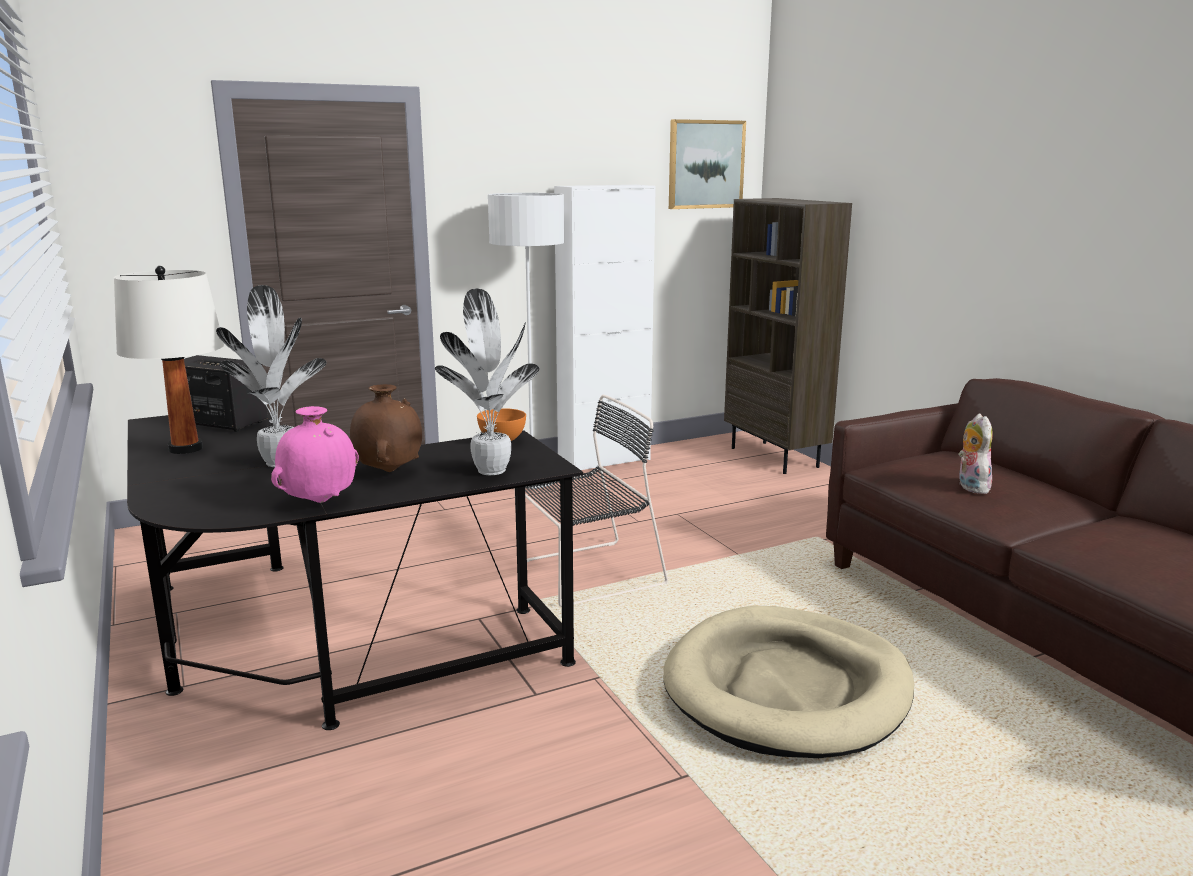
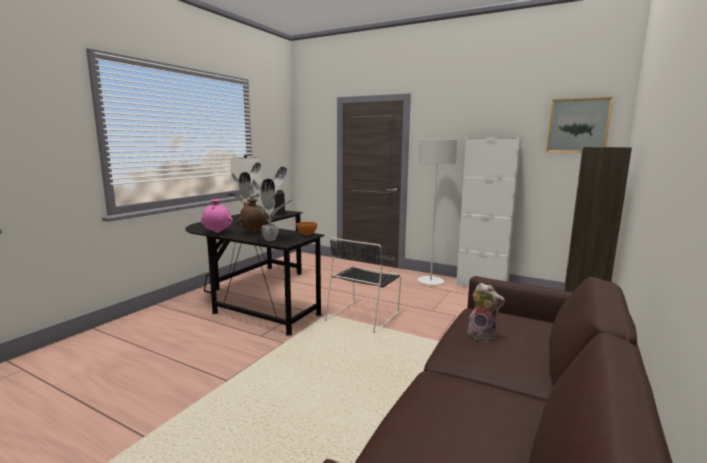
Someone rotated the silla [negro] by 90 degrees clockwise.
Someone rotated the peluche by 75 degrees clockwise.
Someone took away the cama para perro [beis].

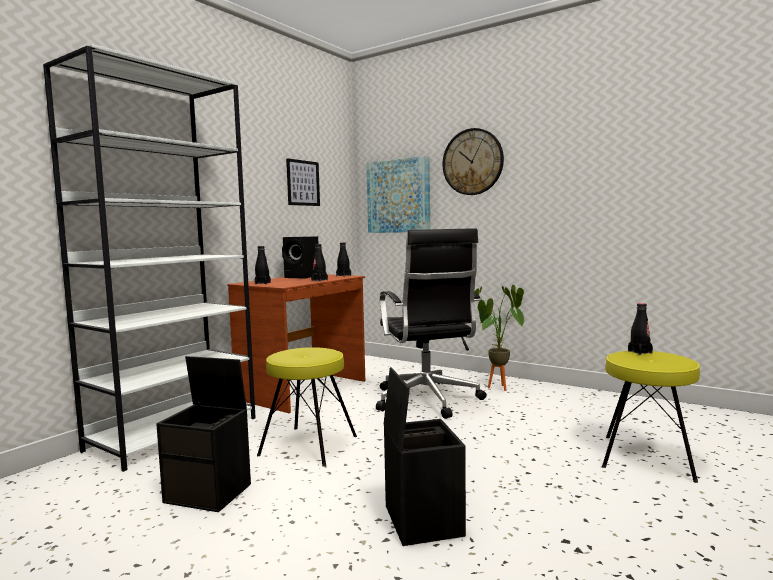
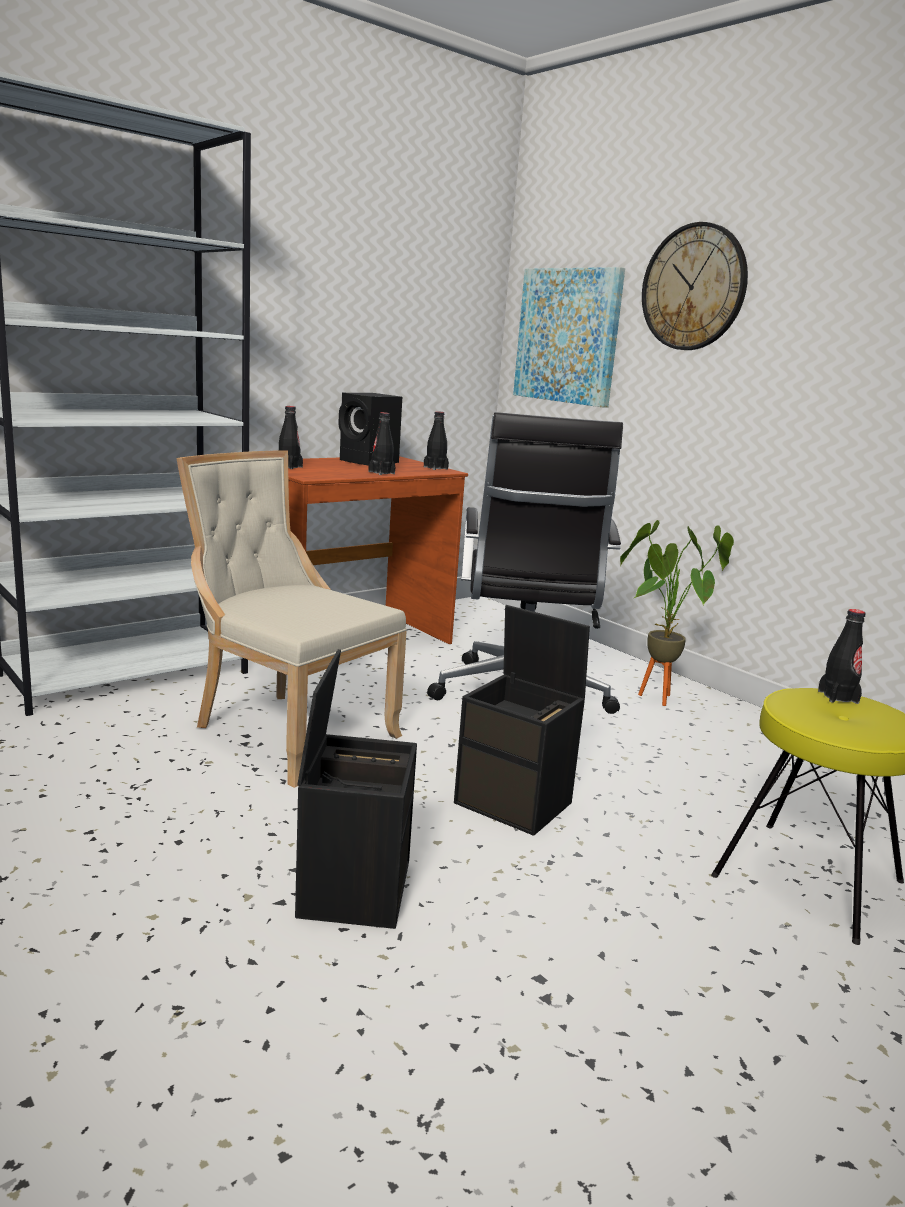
Someone took away the cuadro (1st from left).
Someone swapped the taburete [amarillo] (1st from left) for the silla [beis].
Someone carried the caja de almacenaje [negro] (1st from left in the first image).

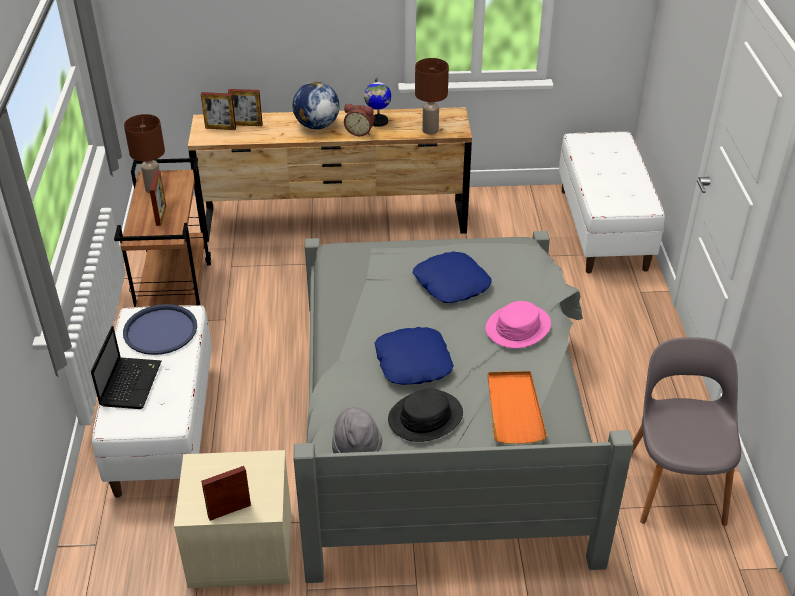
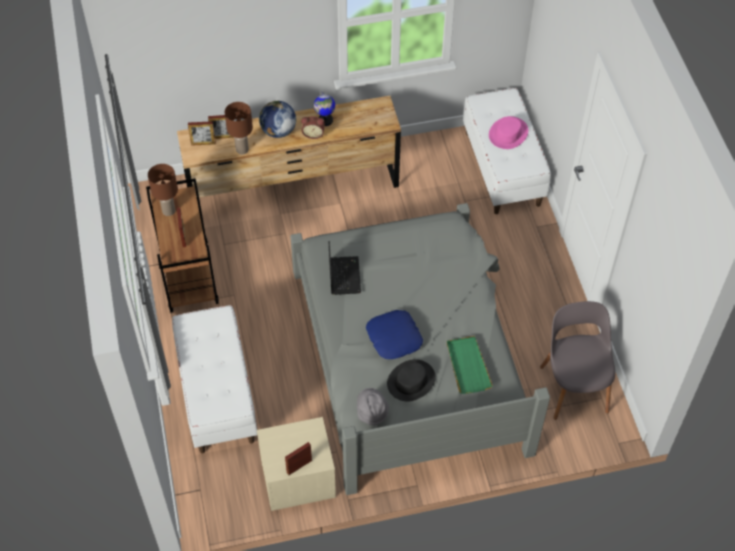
Someone carried the lámpara de mesa [marrón] (2nd from left).
Someone took away the cojín [azul] (2nd from left).
Someone carried the sombrero [rosa].
Someone took away the bandeja [azul].
Someone carried the portátil.
Someone repainted the bandeja [naranja], which became the bandeja [verde].

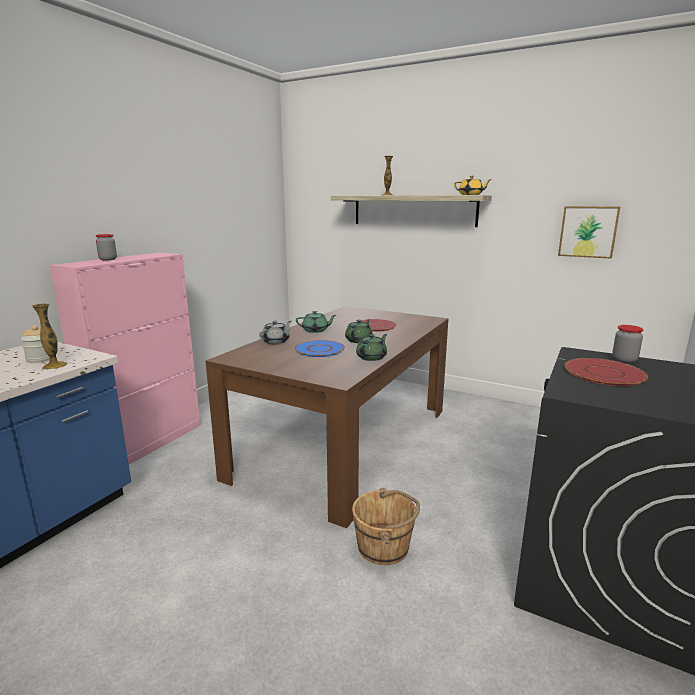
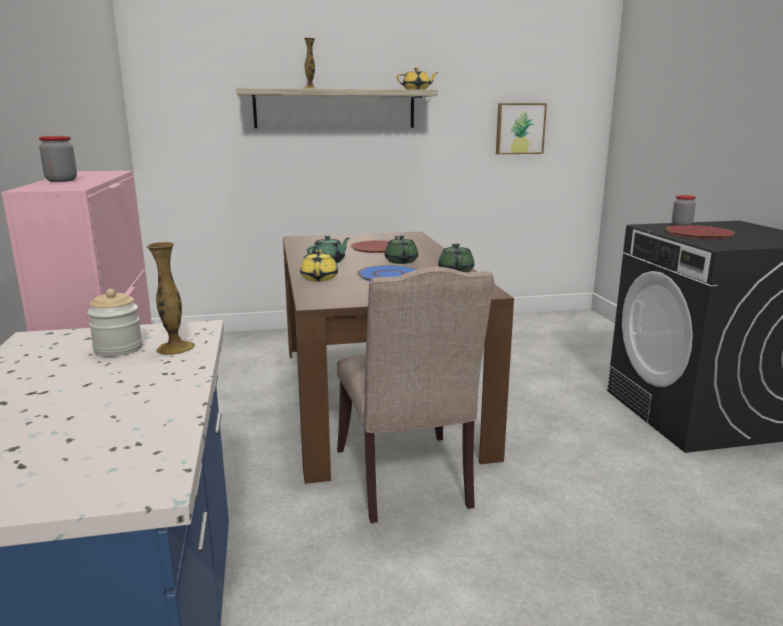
Someone repainted the tetera [gris], which became the tetera [amarillo] (1st from left).
Someone took away the cubo [marrón].
Someone put down the silla [beis].

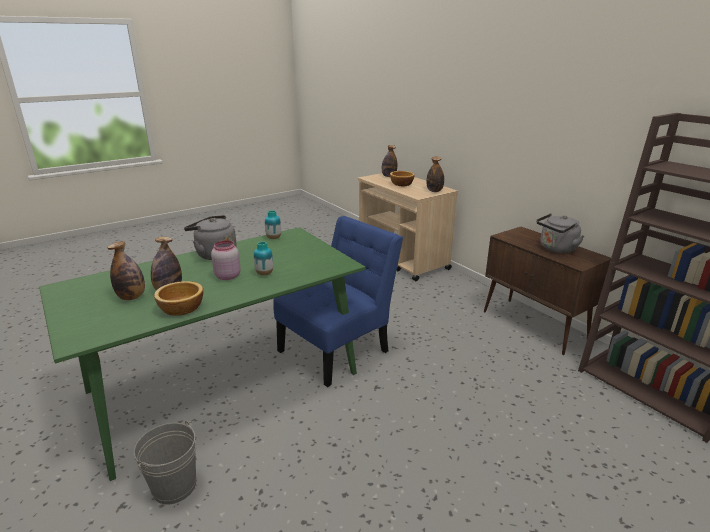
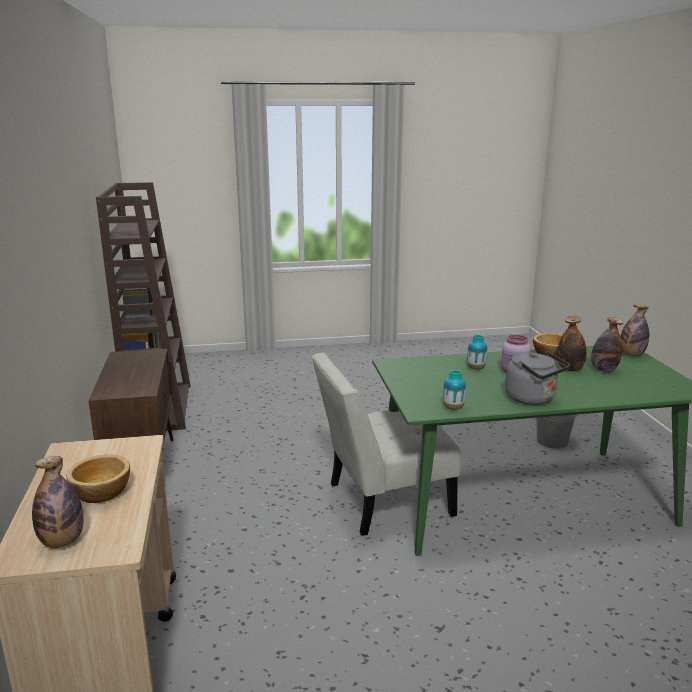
Someone carried the botella (4th from left).
Someone took away the hervidor [gris] (2nd from left).
Someone repainted the silla [azul], which became the silla [blanco].

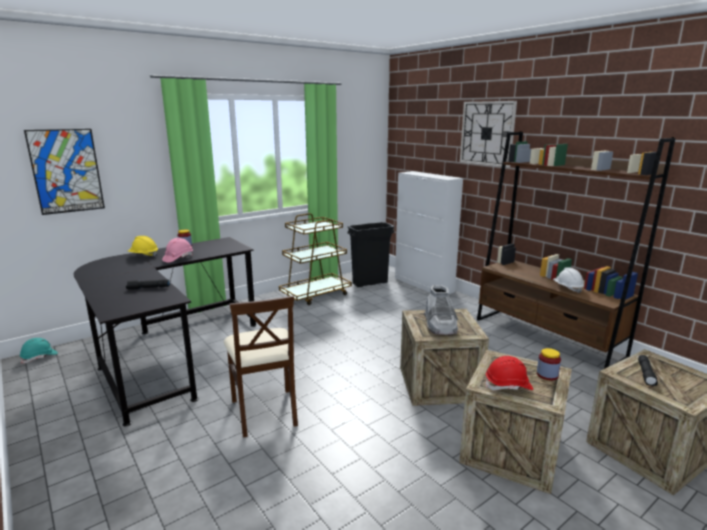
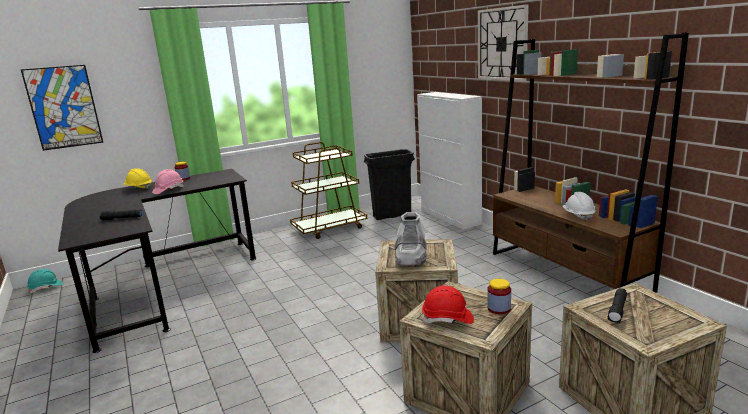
Someone took away the silla [beis].

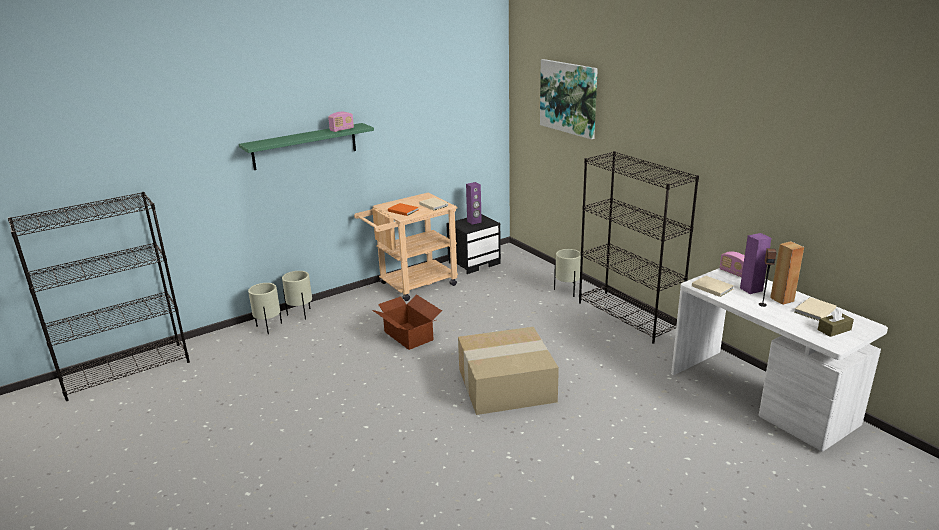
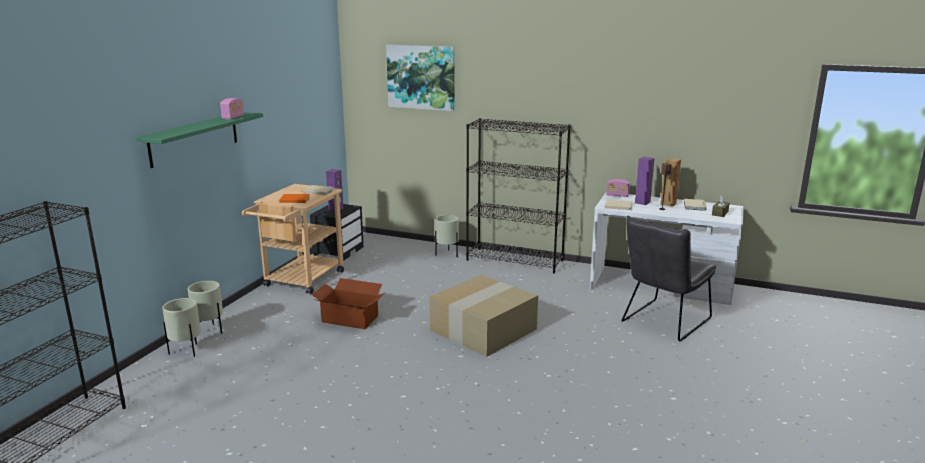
Someone put down the silla [gris].

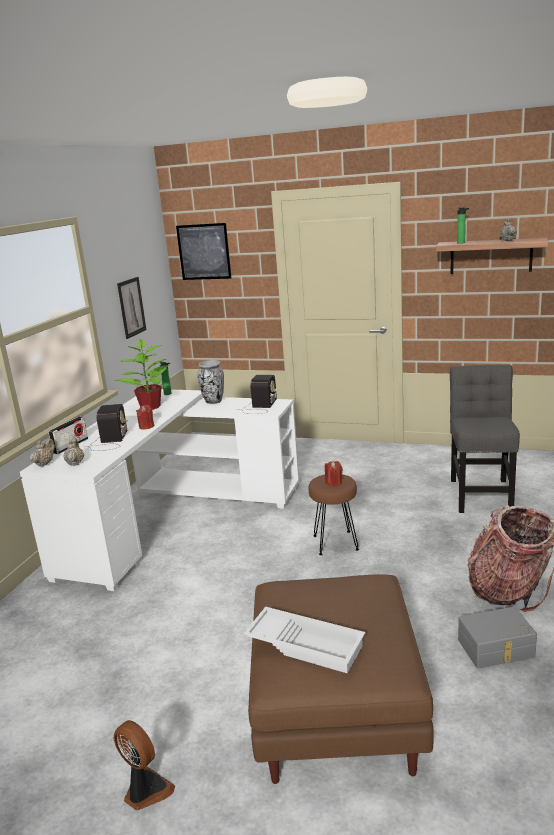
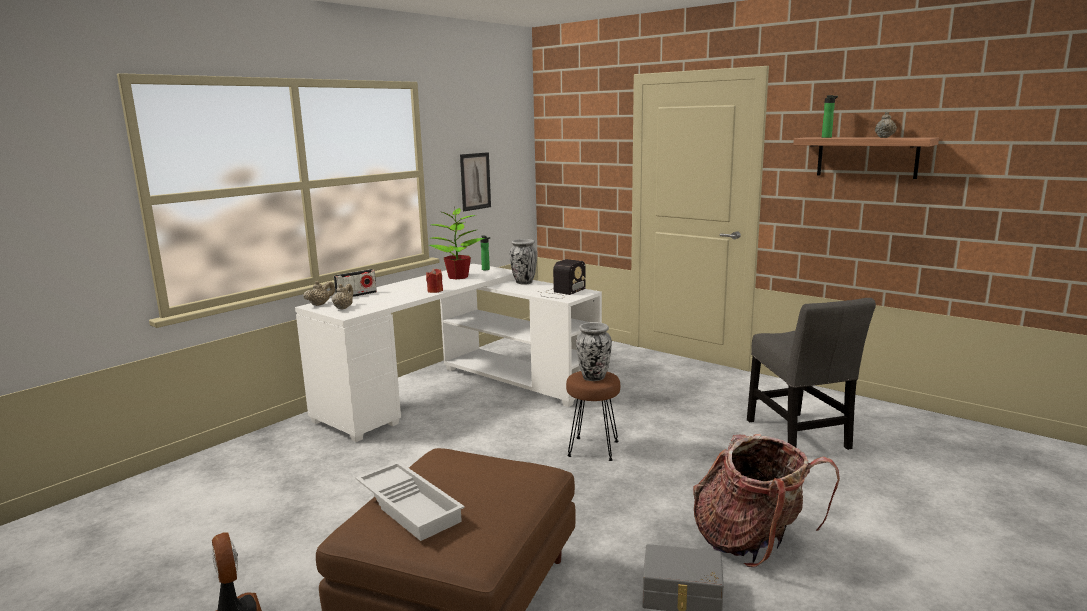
Someone took away the cuadro (2nd from left).
Someone rotated the silla [gris] by 135 degrees clockwise.
Someone took away the radio (2nd from left).
Someone swapped the vela [rojo] (2nd from left) for the florero (2nd from left).

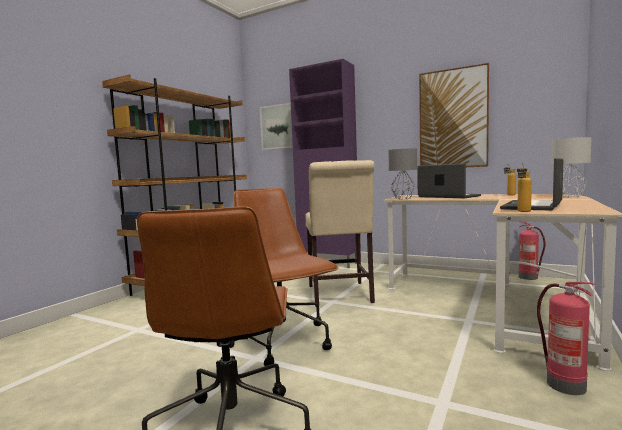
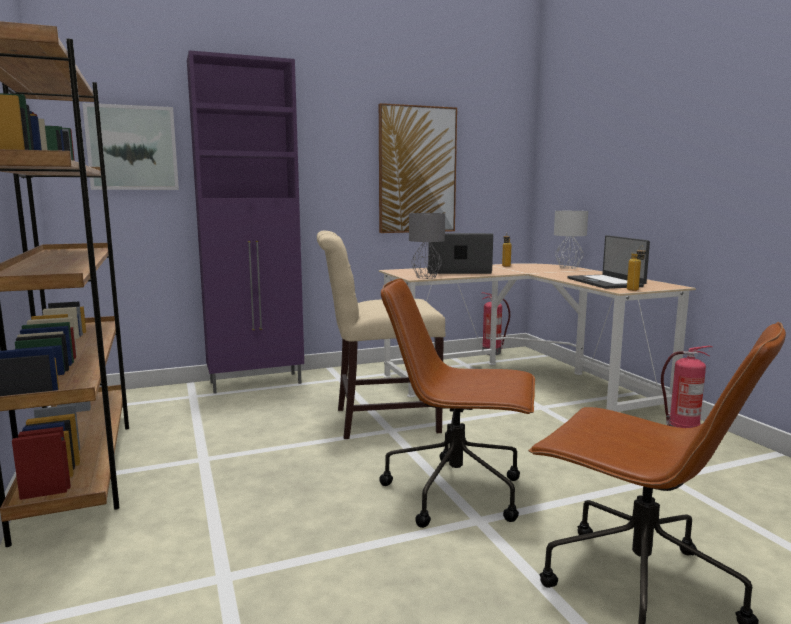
Someone rotated the silla [beis] by 135 degrees clockwise.

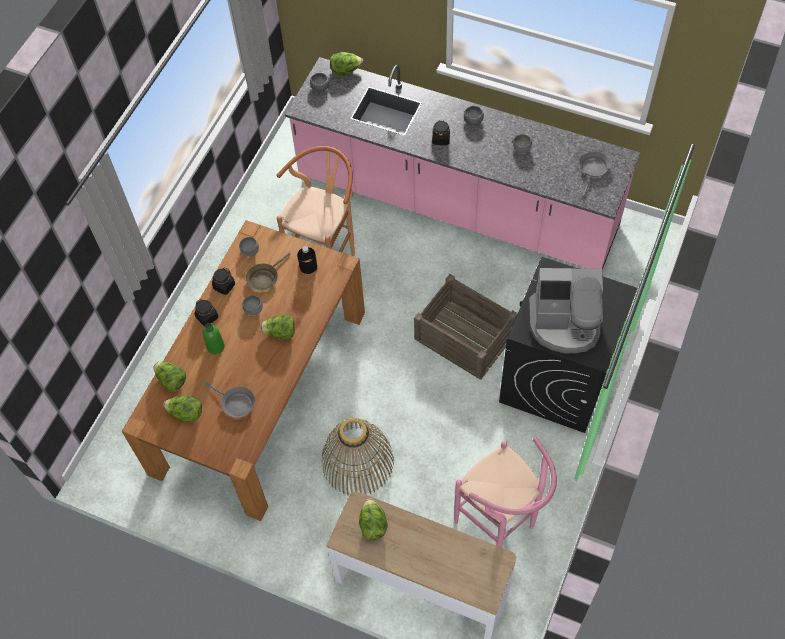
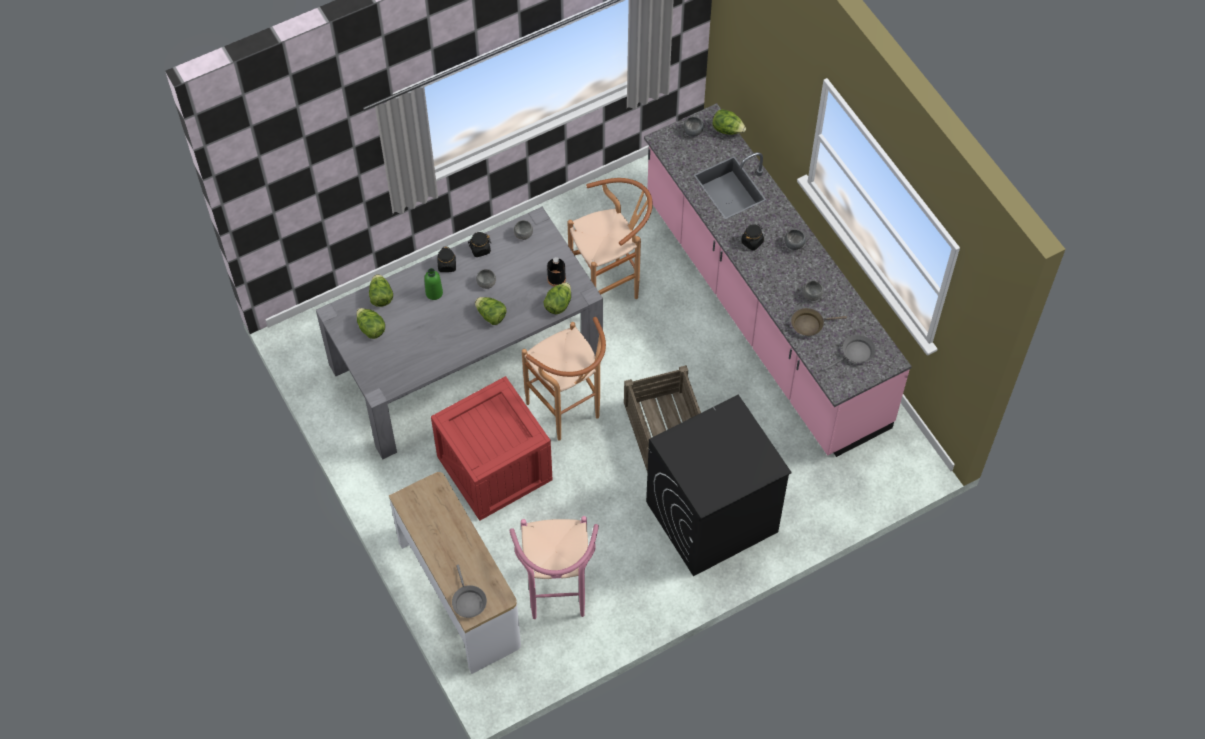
Someone repainted the mesa de comedor [marrón], which became the mesa de comedor [gris].
Someone carried the sartén [marrón].
Someone took away the cafetera.
Someone carried the sartén [gris] (1st from left).
Someone swapped the cesta for the caja de embalaje (1st from left).
Someone carried the lechuga (5th from left in the first image).
Someone put down the taburete [marrón] (1st from left).

